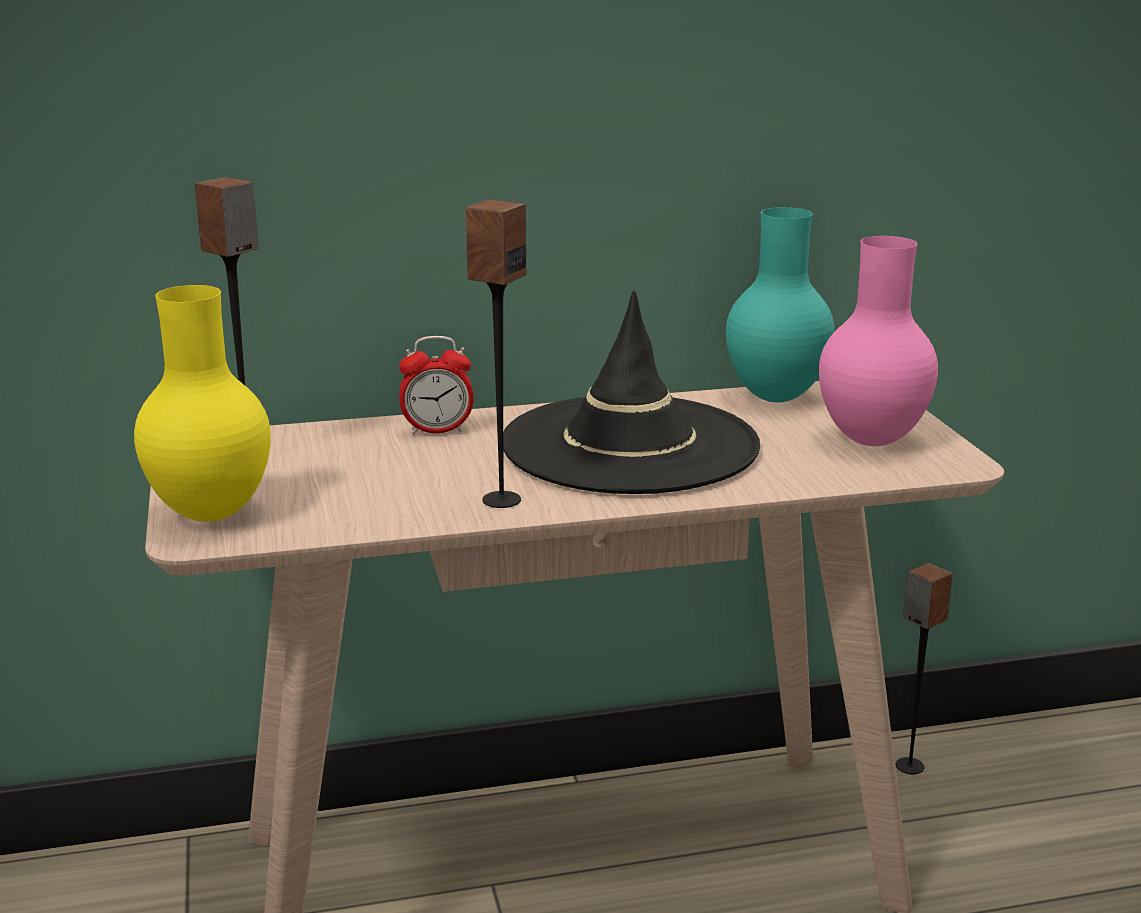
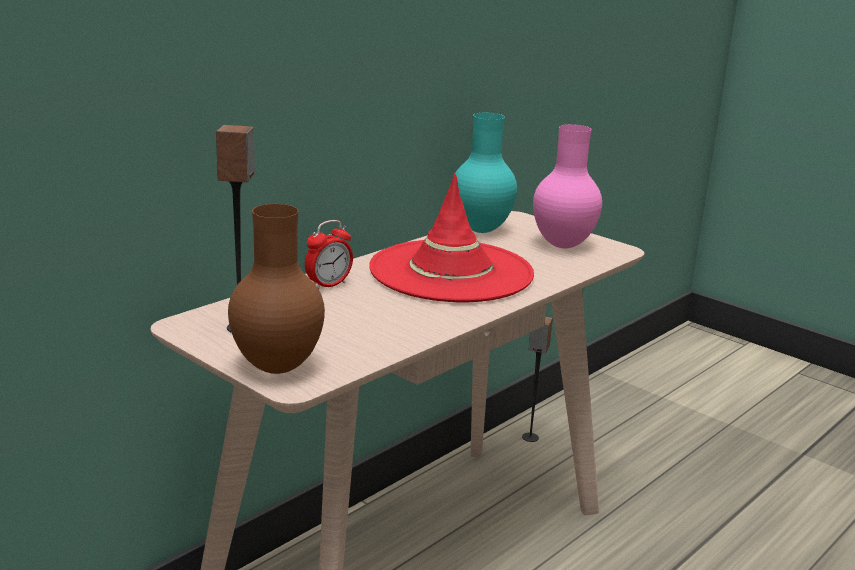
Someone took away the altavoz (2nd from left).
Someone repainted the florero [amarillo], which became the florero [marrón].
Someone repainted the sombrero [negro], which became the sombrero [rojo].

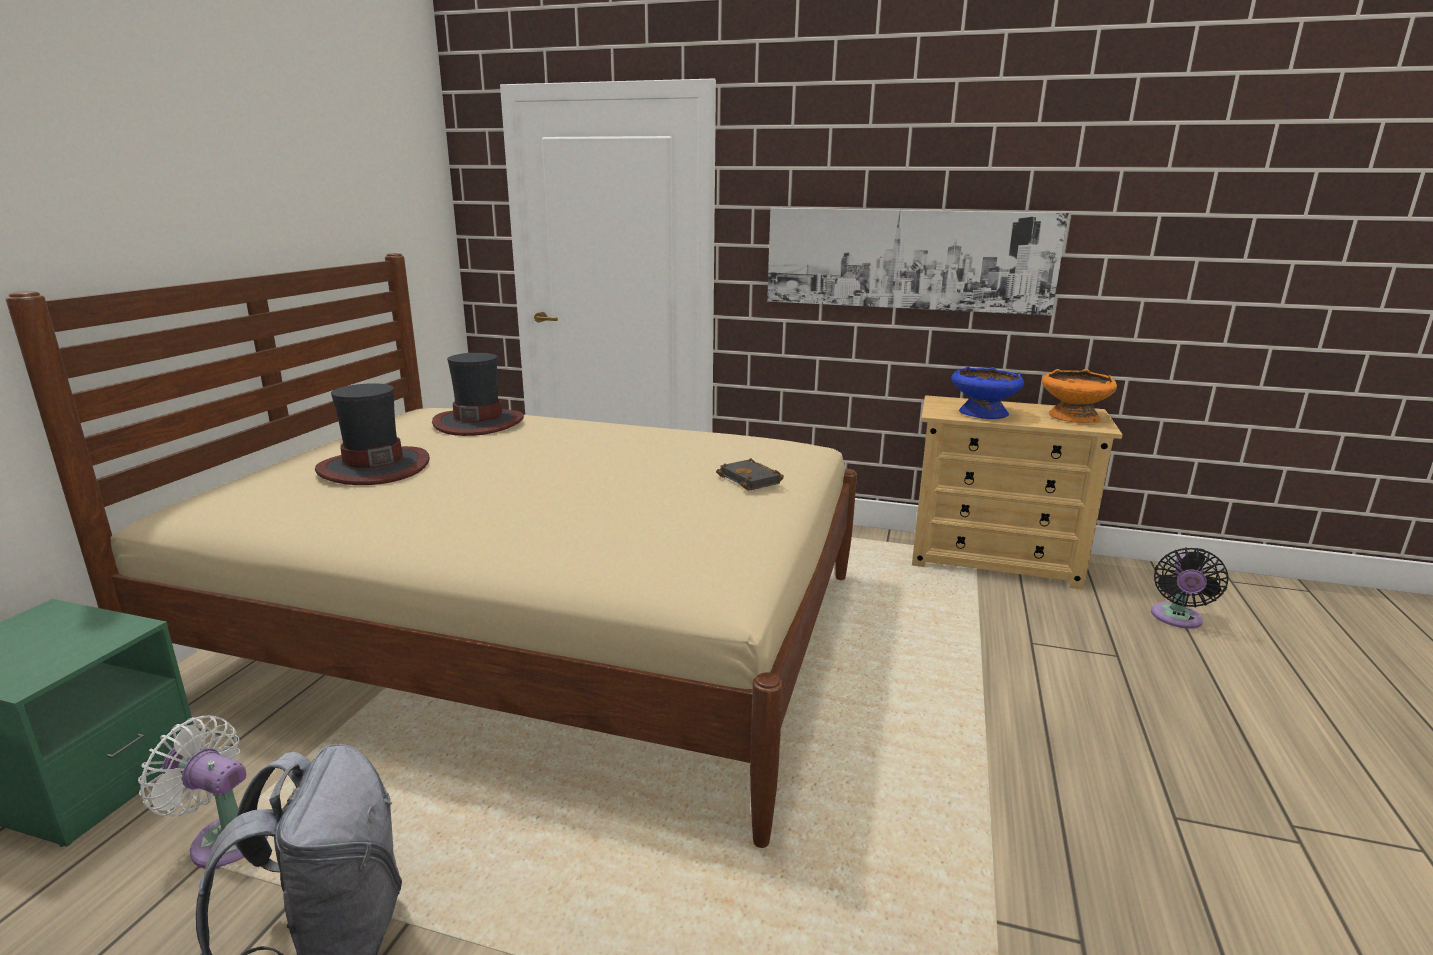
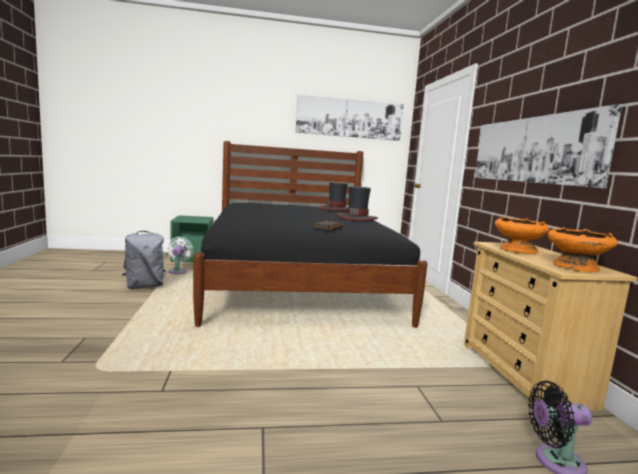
Someone repainted the cama [beis], which became the cama [negro].
Someone repainted the cuenco [azul], which became the cuenco [naranja] (1st from left).
Someone carried the sombrero (1st from left in the first image).
Someone put up the cuadro (1st from left).

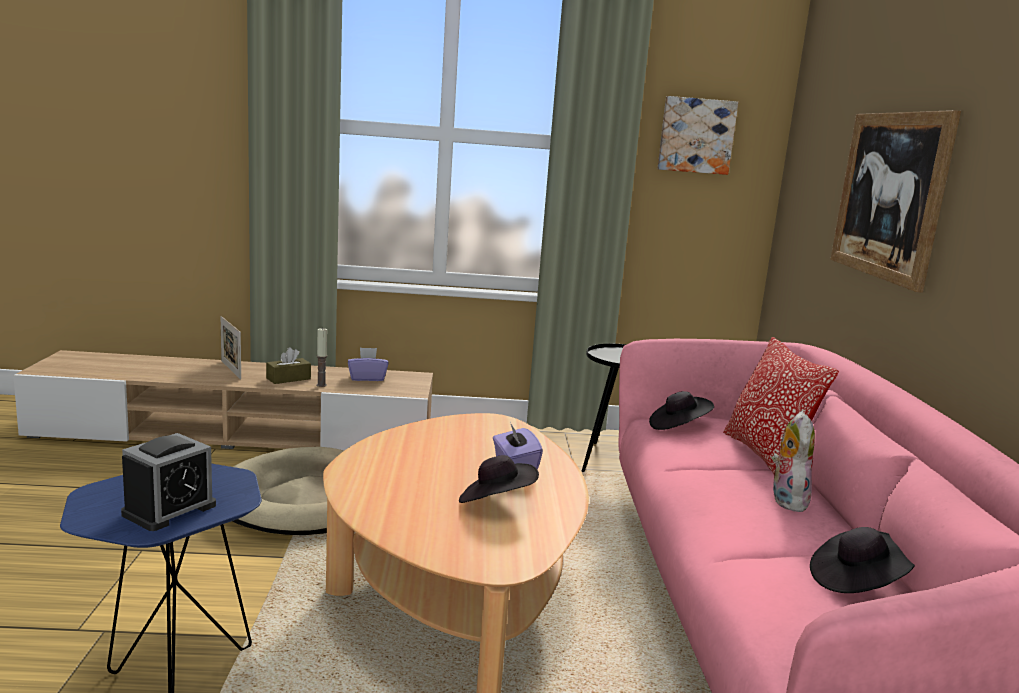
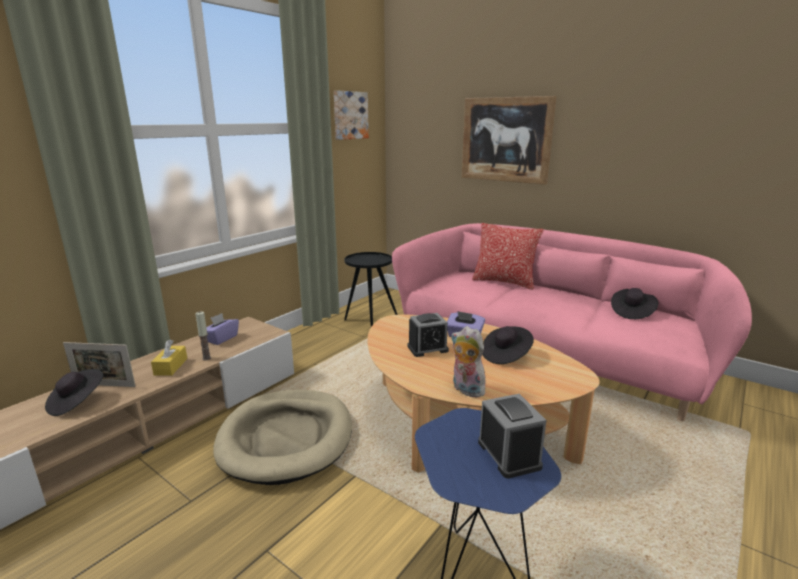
Someone repainted the caja de pañuelos [marrón], which became the caja de pañuelos [amarillo].
Someone carried the sombrero [negro] (2nd from left in the first image).
Someone carried the peluche.
Someone put down the despertador (1st from left).

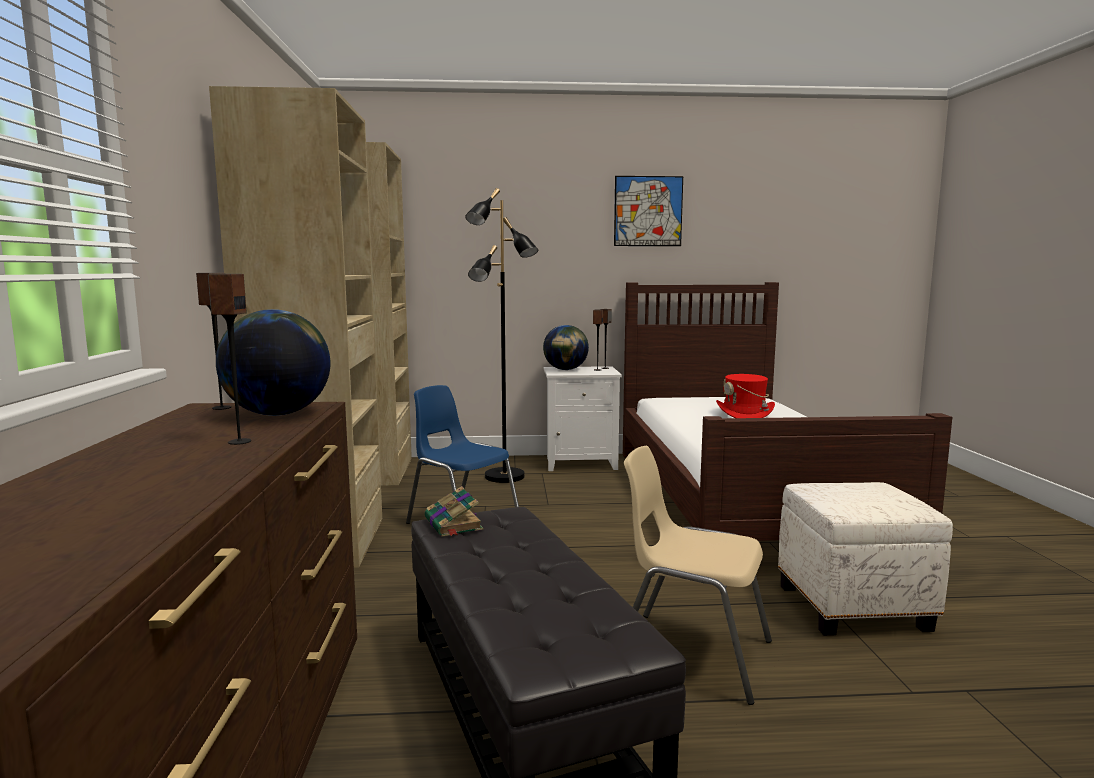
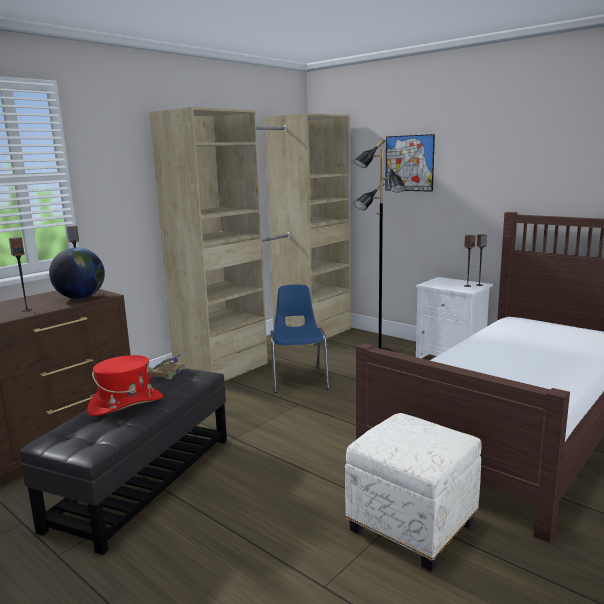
Someone carried the cuadro.
Someone took away the globo terráqueo (2nd from left).
Someone carried the sombrero [rojo].
Someone took away the silla [beis].

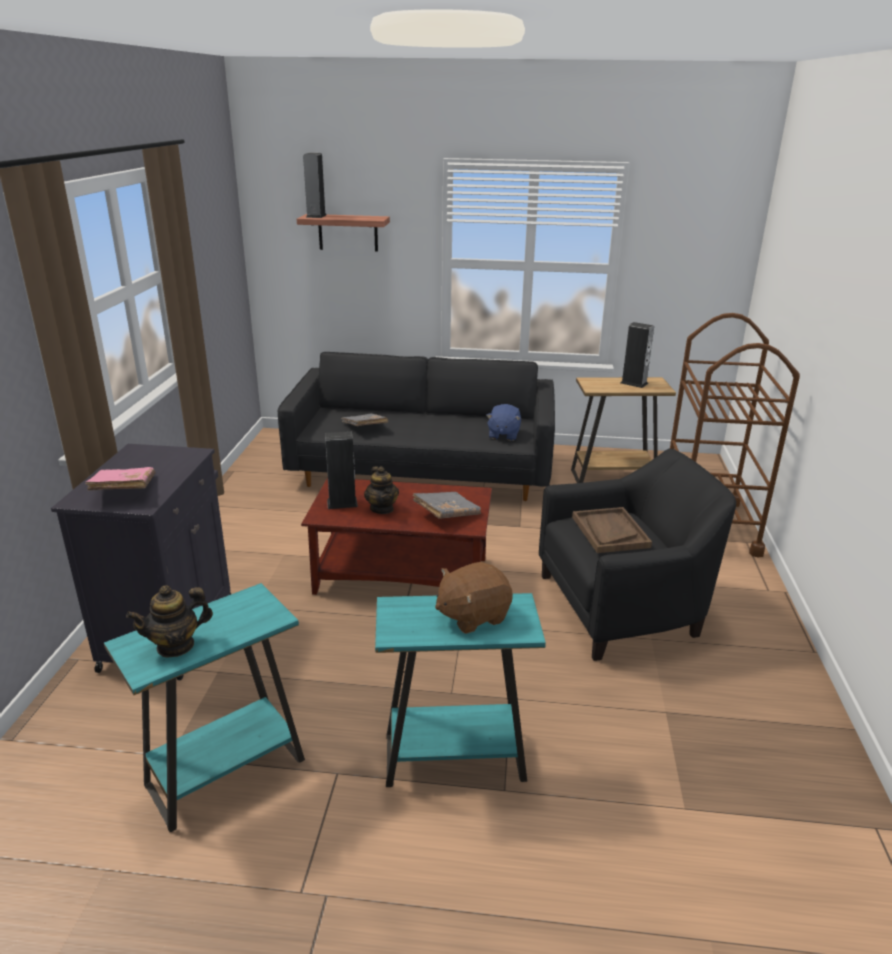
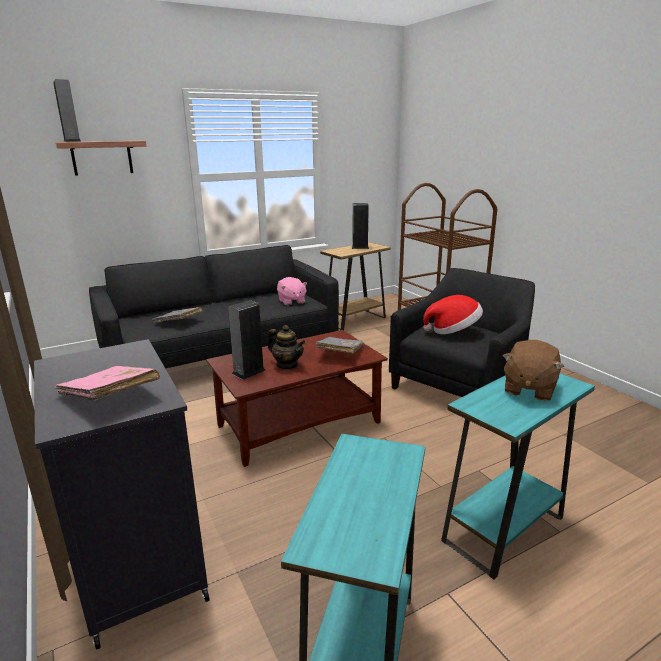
Someone repainted the peluche [azul], which became the peluche [rosa].
Someone swapped the bandeja [marrón] for the sombrero.
Someone took away the tetera (1st from left).

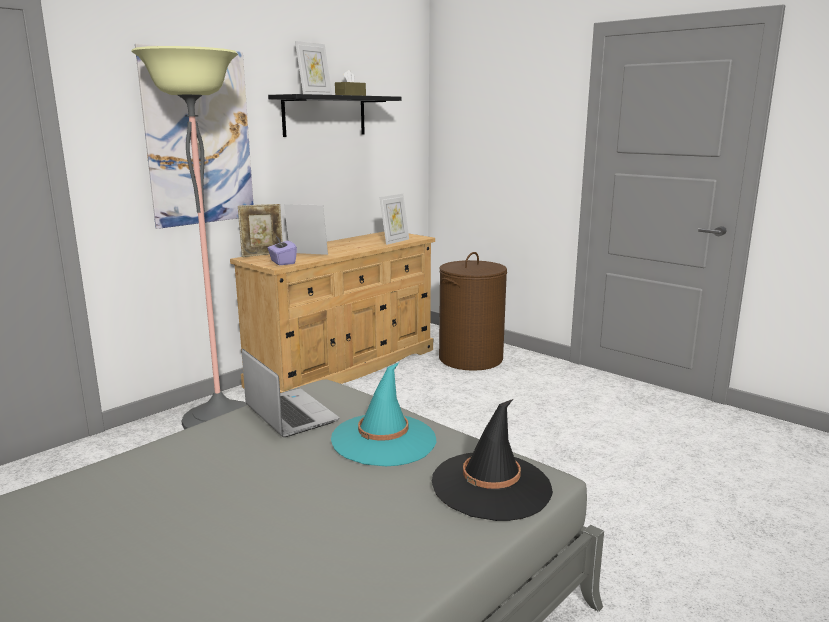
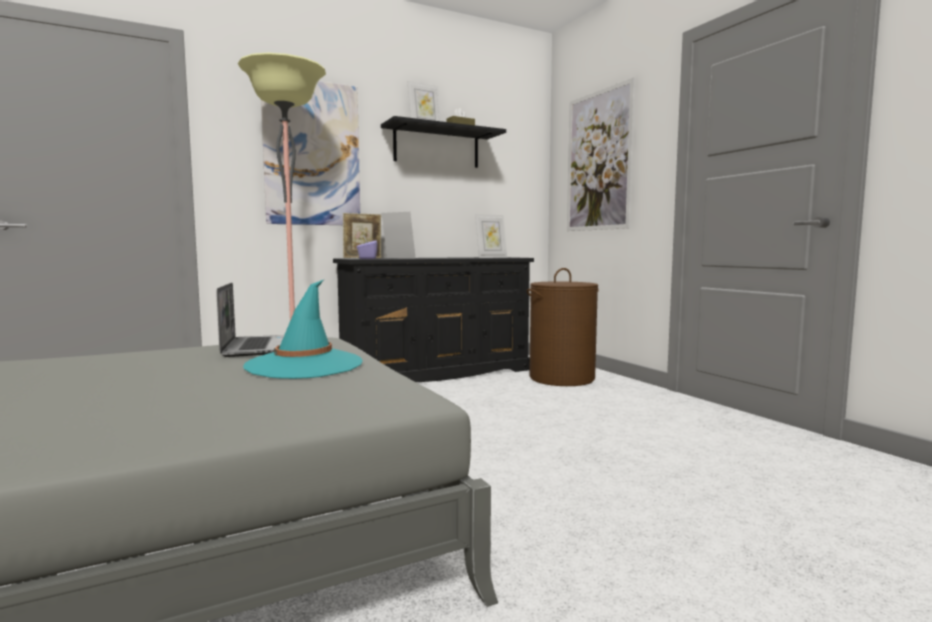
Someone repainted the cómoda [beis], which became the cómoda [negro].
Someone took away the sombrero [negro].
Someone put up the cuadro (2nd from left).

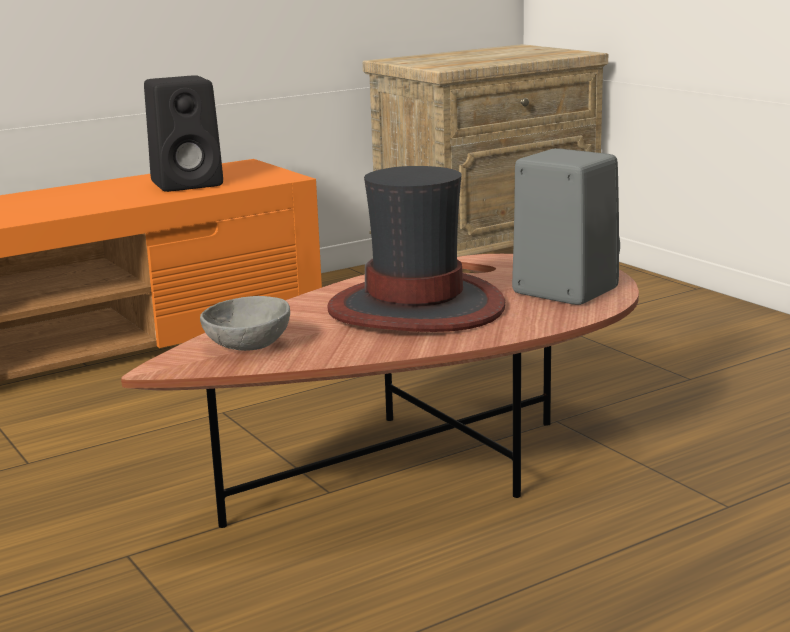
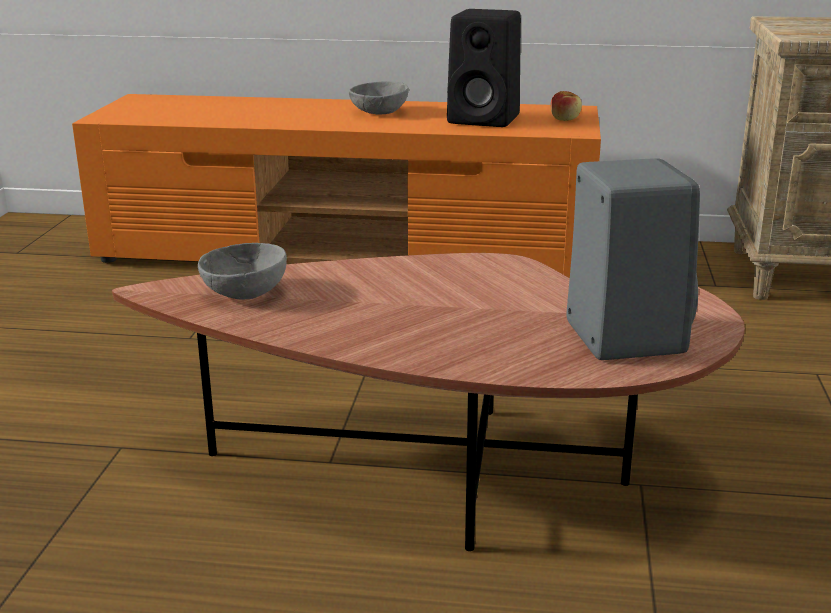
Someone took away the sombrero.
Someone put down the cuenco [gris] (2nd from left).
Someone put down the manzana.

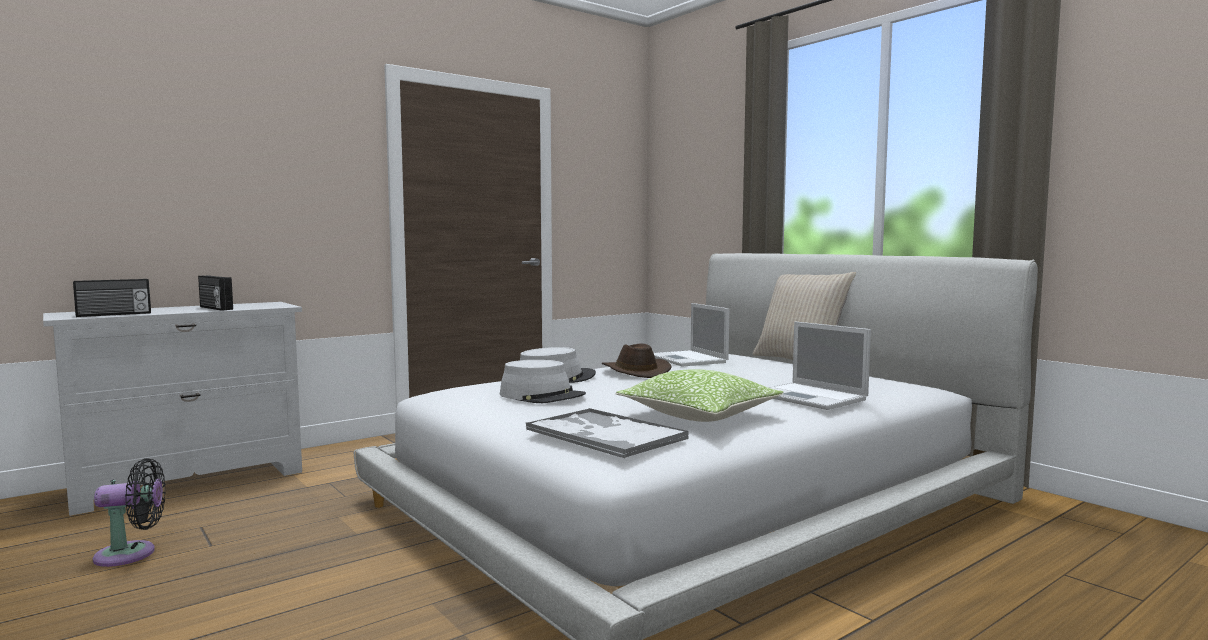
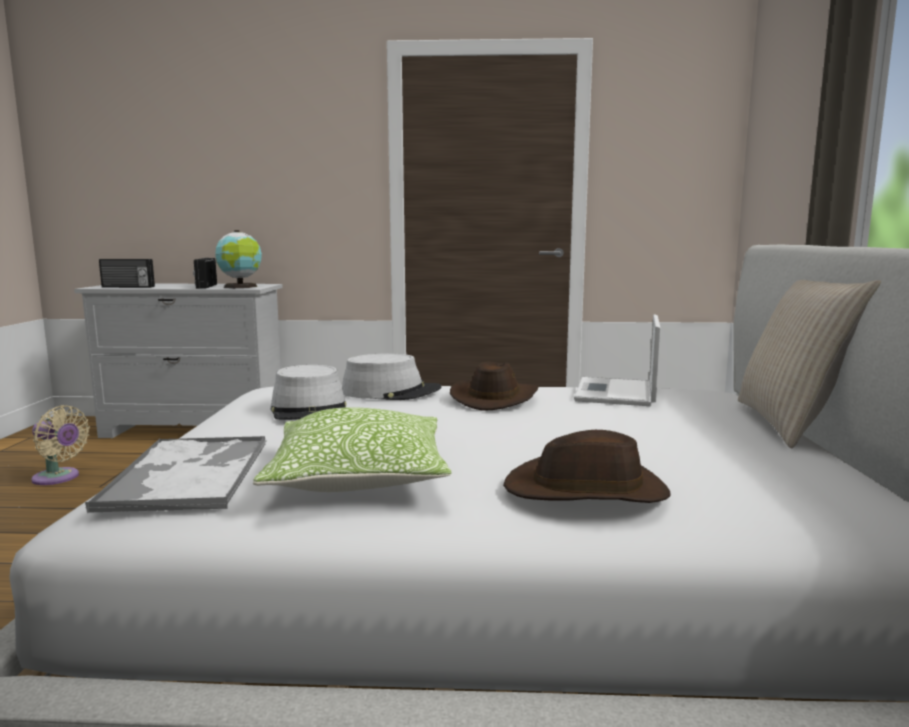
Someone swapped the portátil (2nd from left) for the sombrero [marrón] (2nd from left).
Someone repainted the ventilador [negro], which became the ventilador [beis].
Someone put down the globo terráqueo.

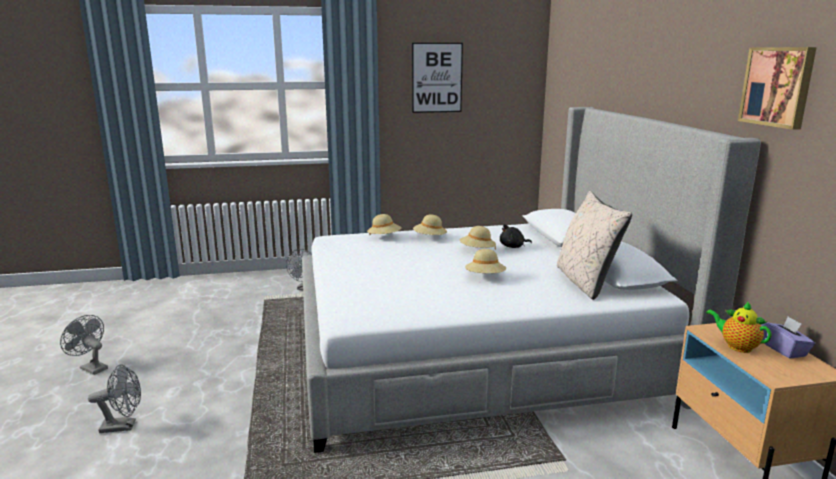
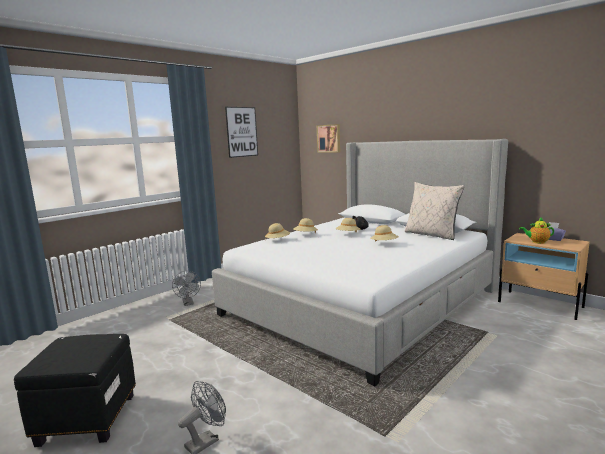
Someone carried the cuadro (2nd from left).
Someone swapped the ventilador [gris] (1st from left) for the puf [negro].

